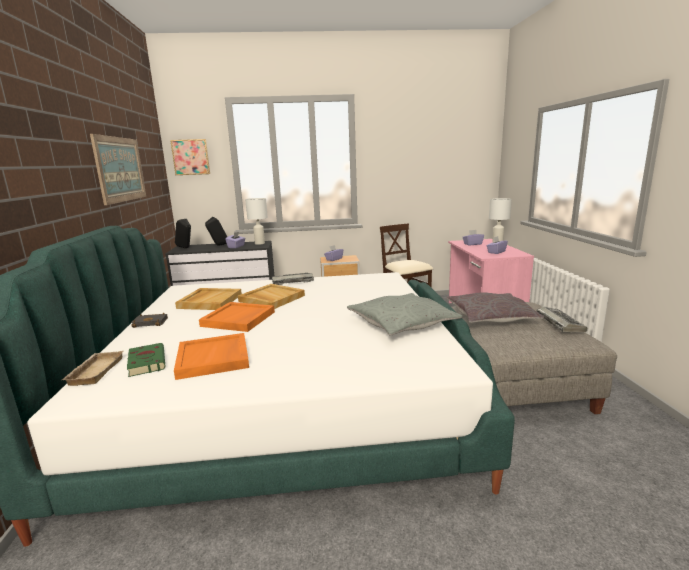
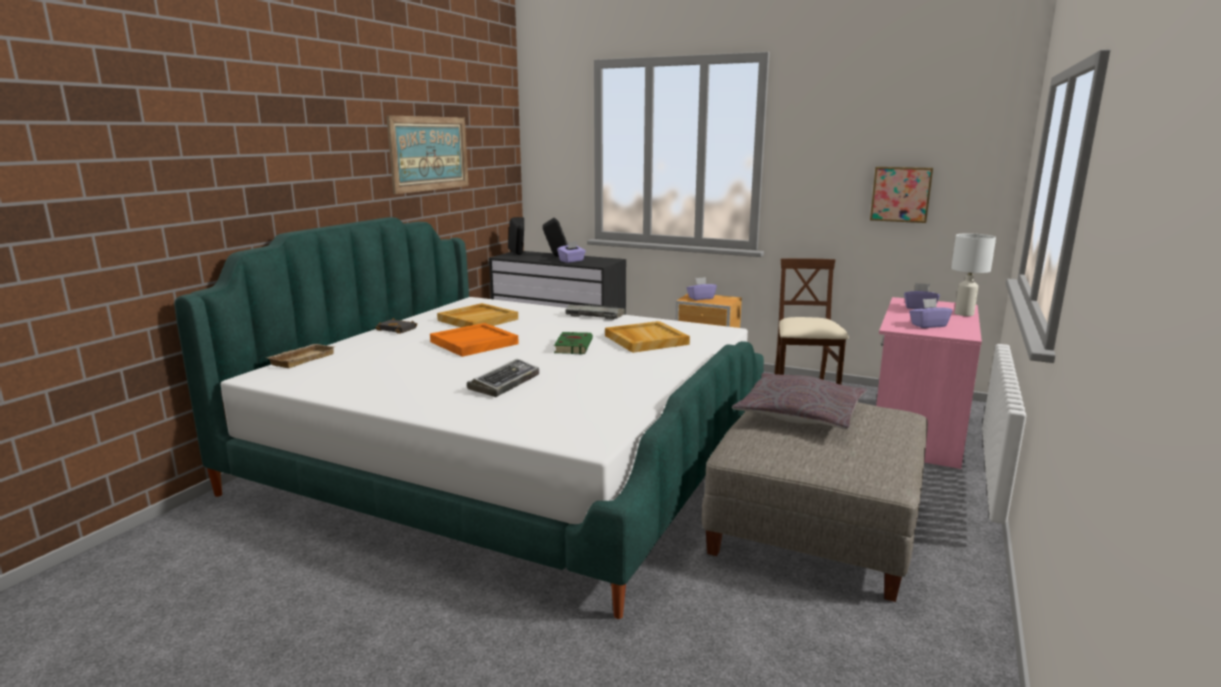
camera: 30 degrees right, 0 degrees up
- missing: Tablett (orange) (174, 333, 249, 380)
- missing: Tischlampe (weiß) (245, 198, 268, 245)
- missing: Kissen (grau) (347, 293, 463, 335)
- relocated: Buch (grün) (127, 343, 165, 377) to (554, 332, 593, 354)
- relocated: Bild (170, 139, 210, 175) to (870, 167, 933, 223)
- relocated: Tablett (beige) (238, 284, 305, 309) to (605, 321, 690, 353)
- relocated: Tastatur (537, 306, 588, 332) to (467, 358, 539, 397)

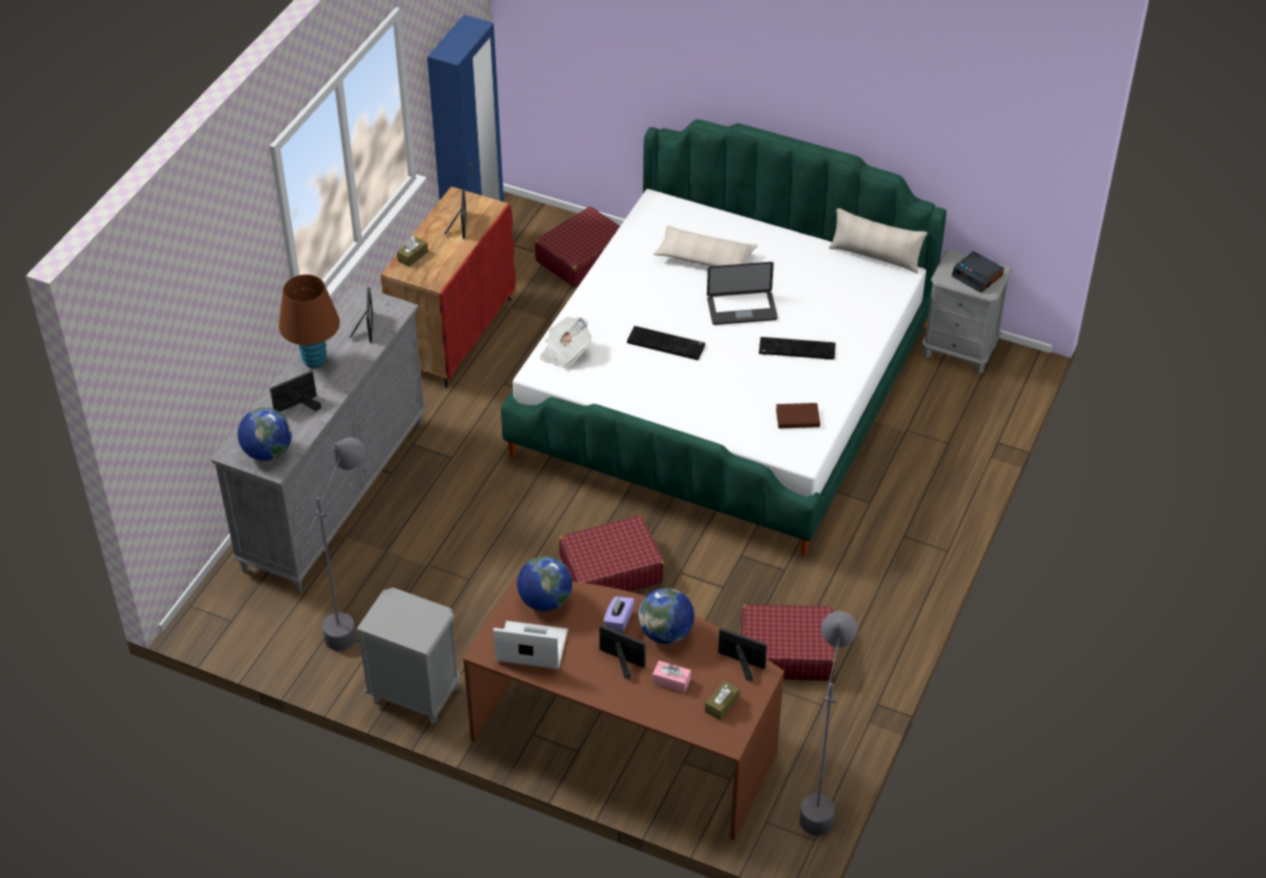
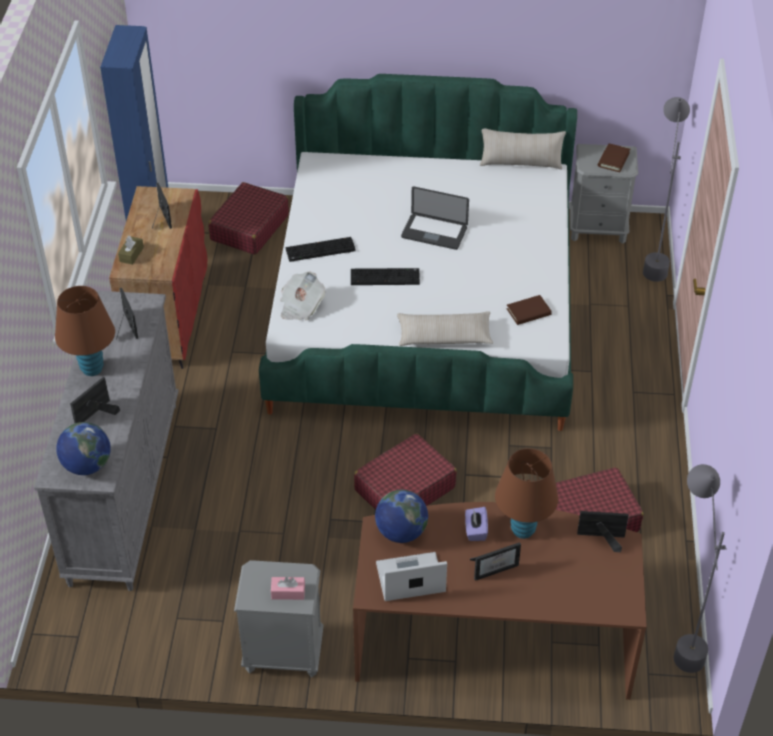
camera: 20 degrees left, 0 degrees up
- missing: Taschentuchbox (braun) (705, 680, 740, 720)
- relocated: Stehlampe (grau) (309, 437, 365, 651) to (643, 97, 690, 282)
- relocated: Taschentuchbox (rosa) (652, 661, 691, 693) to (271, 577, 305, 600)
- relocated: Kissen (beige) (654, 226, 757, 266) to (397, 311, 493, 346)
- relocated: Tastatur (759, 337, 836, 360) to (286, 237, 356, 262)
- exchanged: Globus (638, 588, 694, 644) to Tischlampe (braun) (495, 448, 558, 539)
- exchanged: Wecker (952, 251, 1004, 293) to Buch (braun) (598, 143, 630, 172)
- spun: Bilderrahmen (599, 625, 646, 680) = (470, 542, 521, 581) 150 degrees clockwise
- spun: Laptop (707, 262, 778, 325) = (401, 186, 469, 250) 45 degrees clockwise

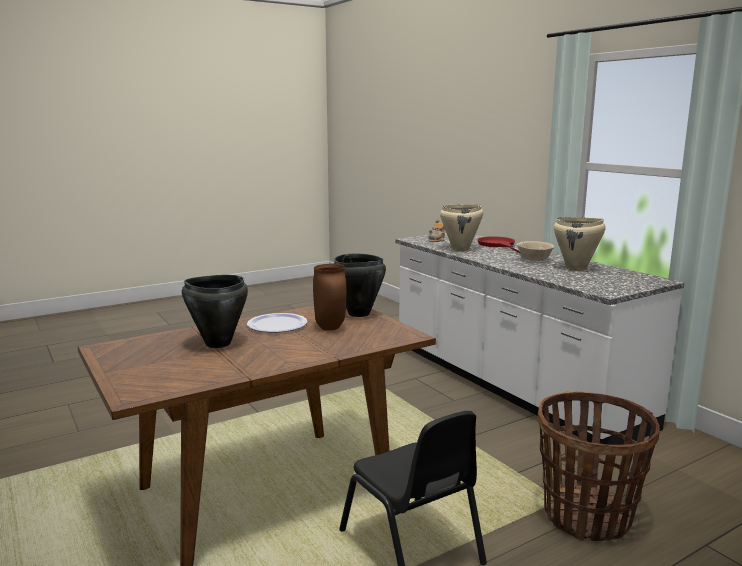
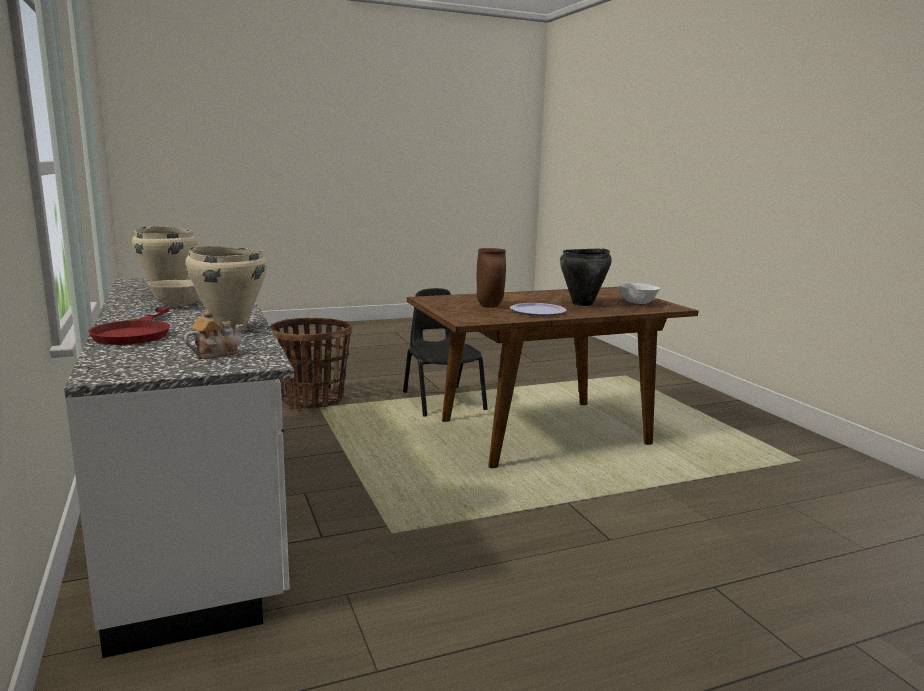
camera: 170 degrees left, 0 degrees up
- missing: Kochtopf (schwarz) (334, 254, 386, 317)
- appeared: Schüssel (weiß) (619, 283, 660, 304)

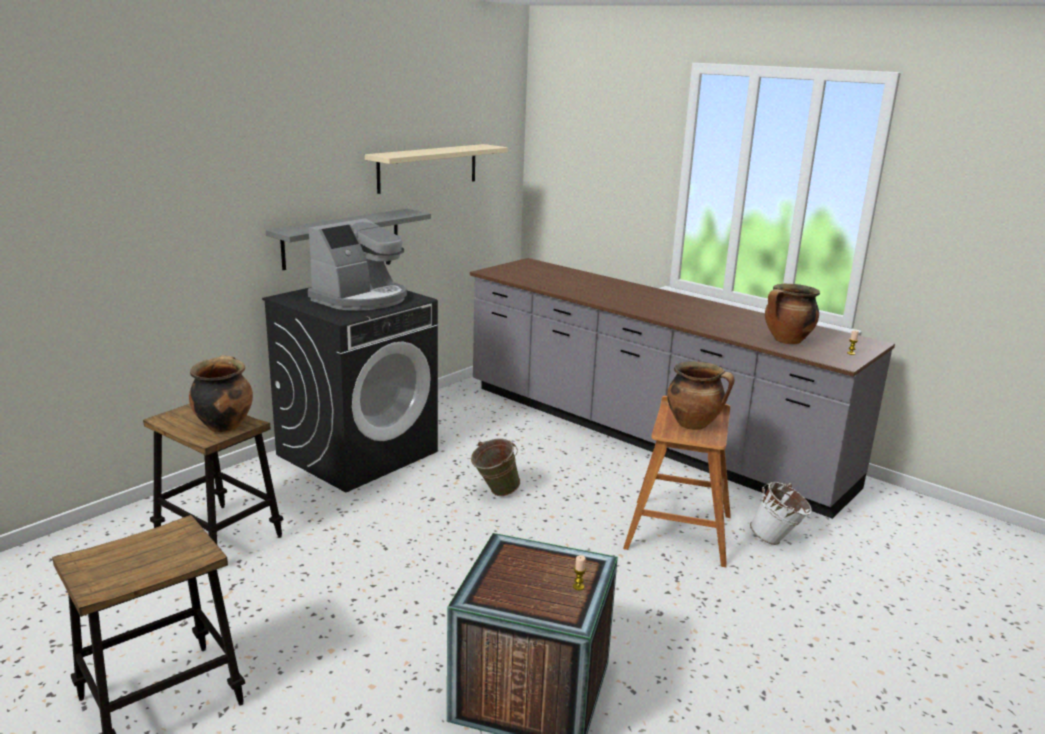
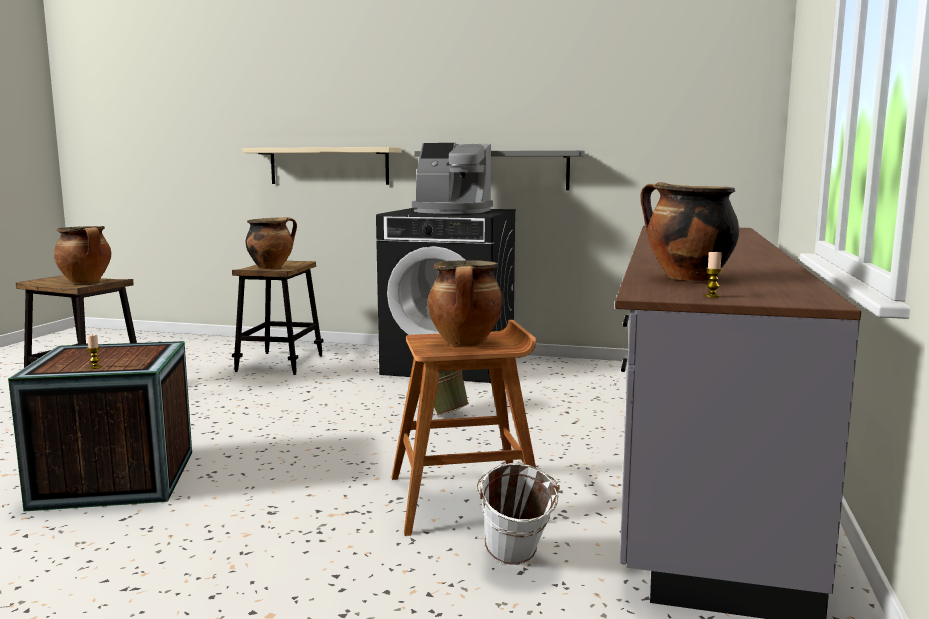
camera: 65 degrees right, 10 degrees down
- appeared: Kochtopf (54, 226, 111, 284)
- relocated: Wandregal (beige) (365, 144, 508, 194) to (243, 147, 401, 185)

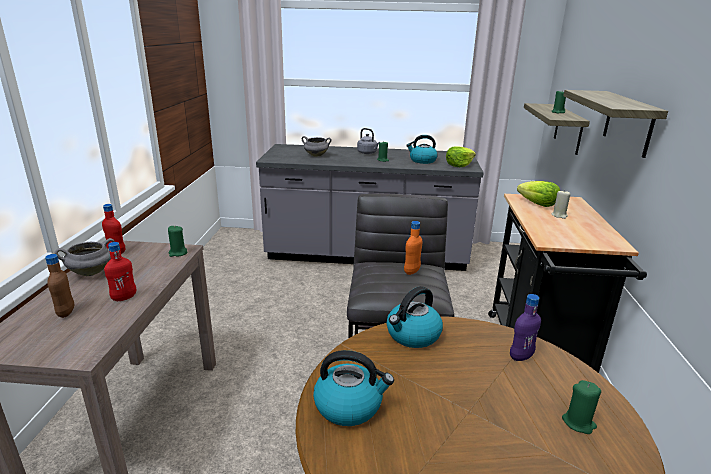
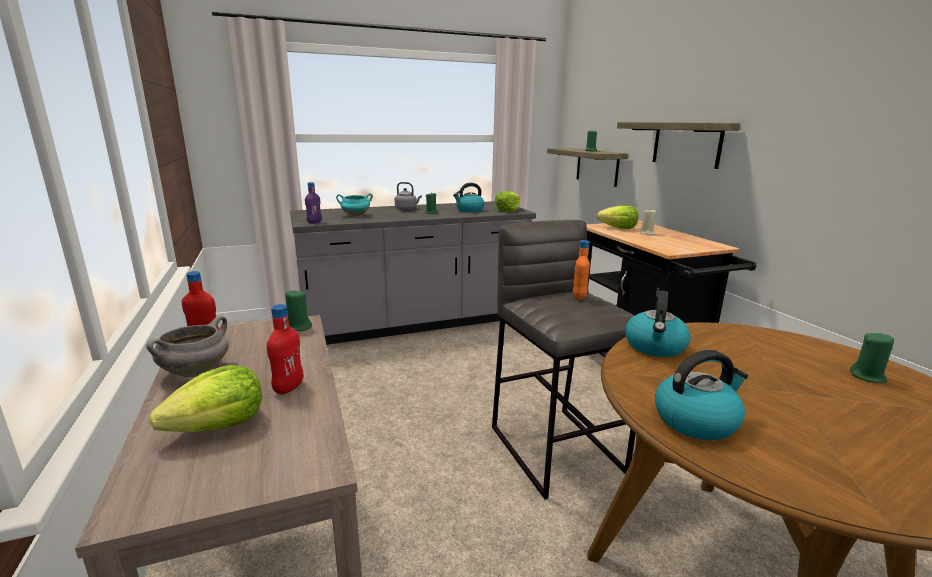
camera: 25 degrees left, 5 degrees down
- relocated: Flasche (lila) (510, 294, 541, 361) to (305, 182, 322, 224)
- exchanged: Flasche (braun) (45, 254, 74, 318) to Salatkopf (149, 365, 262, 432)
- colour: Kochtopf (grau) (302, 136, 331, 157) to Kochtopf (türkis) (336, 193, 373, 216)

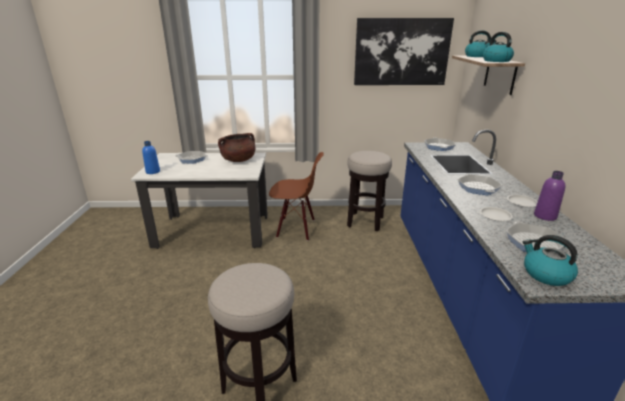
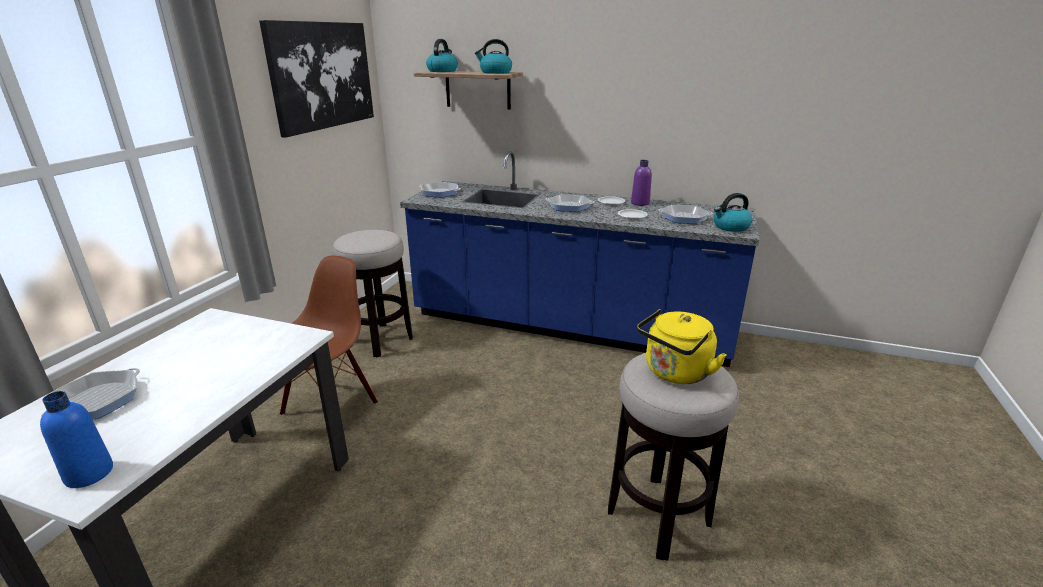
camera: 70 degrees left, 0 degrees up
- missing: Kochtopf (braun) (218, 133, 255, 162)
- appeared: Wasserkessel (gelb) (637, 309, 727, 384)

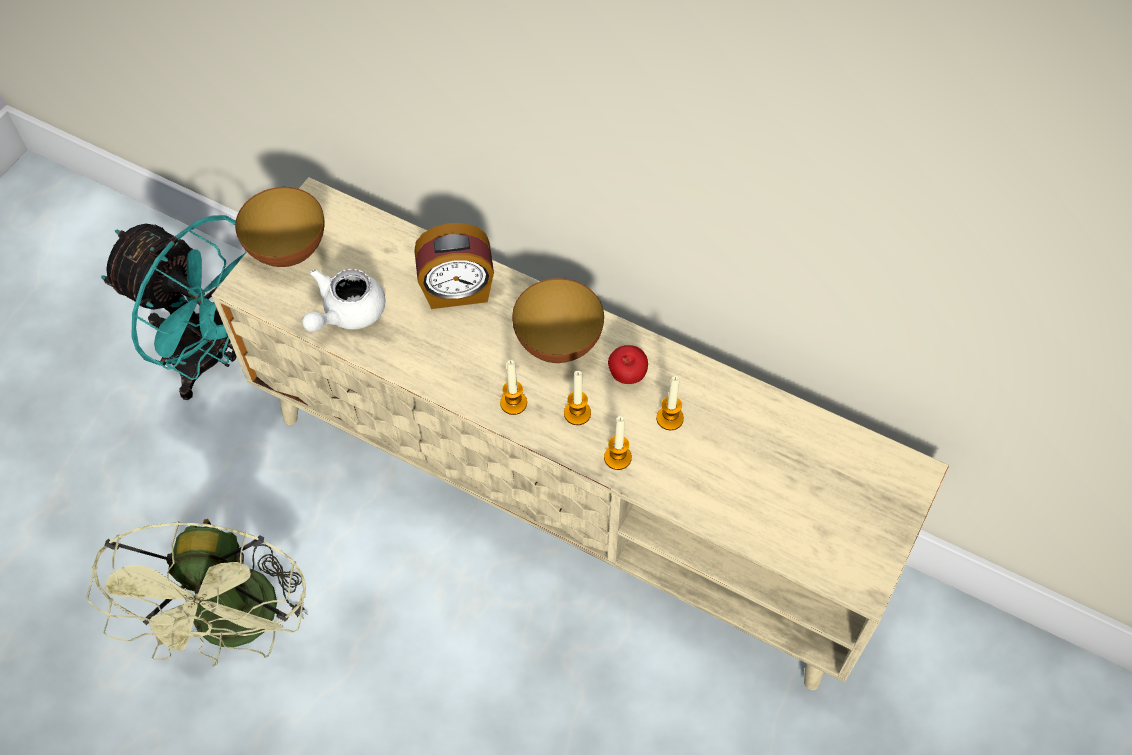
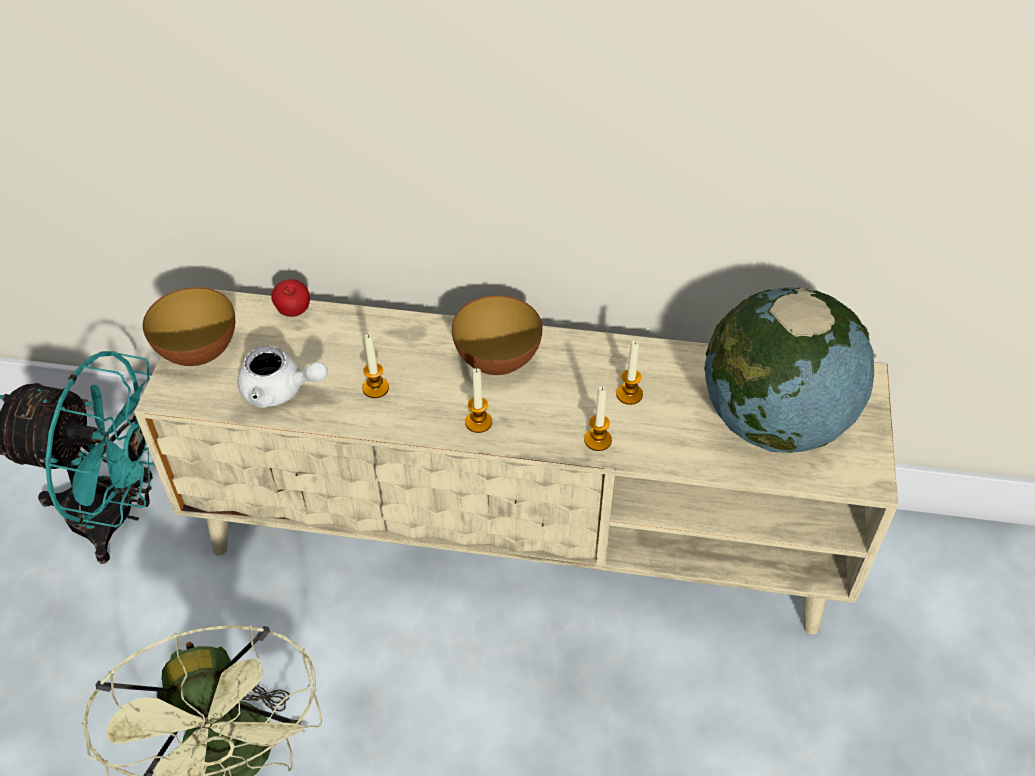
camera: 20 degrees left, 10 degrees down
- missing: Wecker (414, 223, 494, 309)
- appeared: Globus (704, 287, 874, 453)
- relocated: Kerze (564, 371, 591, 425) to (362, 334, 389, 398)
- relocated: Apfel (608, 345, 648, 384) to (271, 279, 310, 317)
- spun: Teekanne (weiß) (302, 269, 385, 331) = (237, 346, 328, 408) 90 degrees counterclockwise

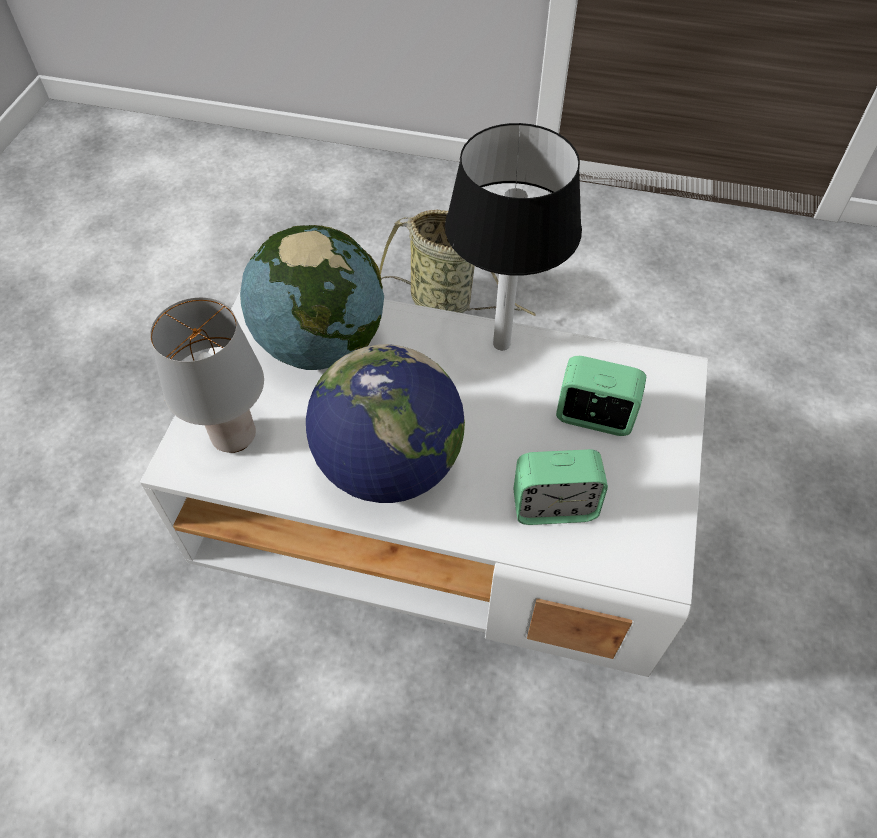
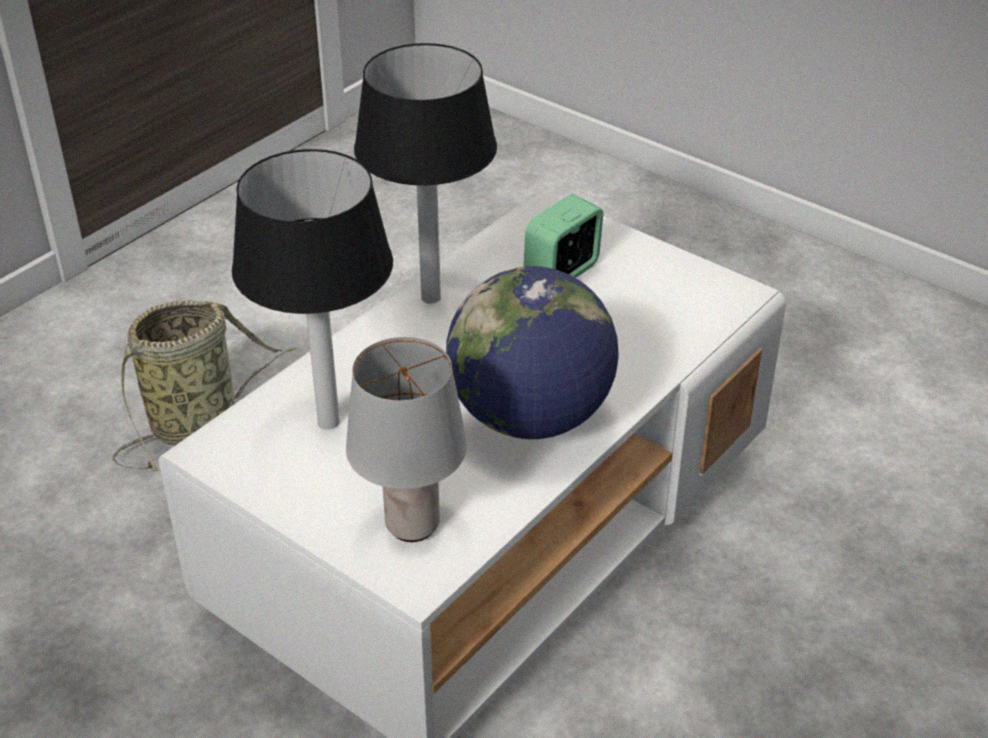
camera: 65 degrees left, 15 degrees down
- missing: Wecker (513, 449, 608, 525)
- exchanged: Globus (240, 225, 384, 370) to Tischlampe (232, 149, 393, 429)

